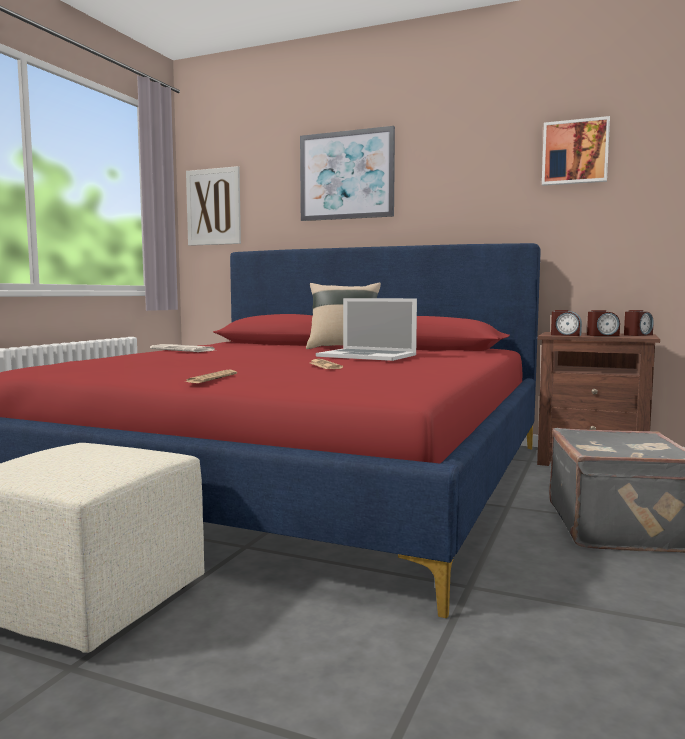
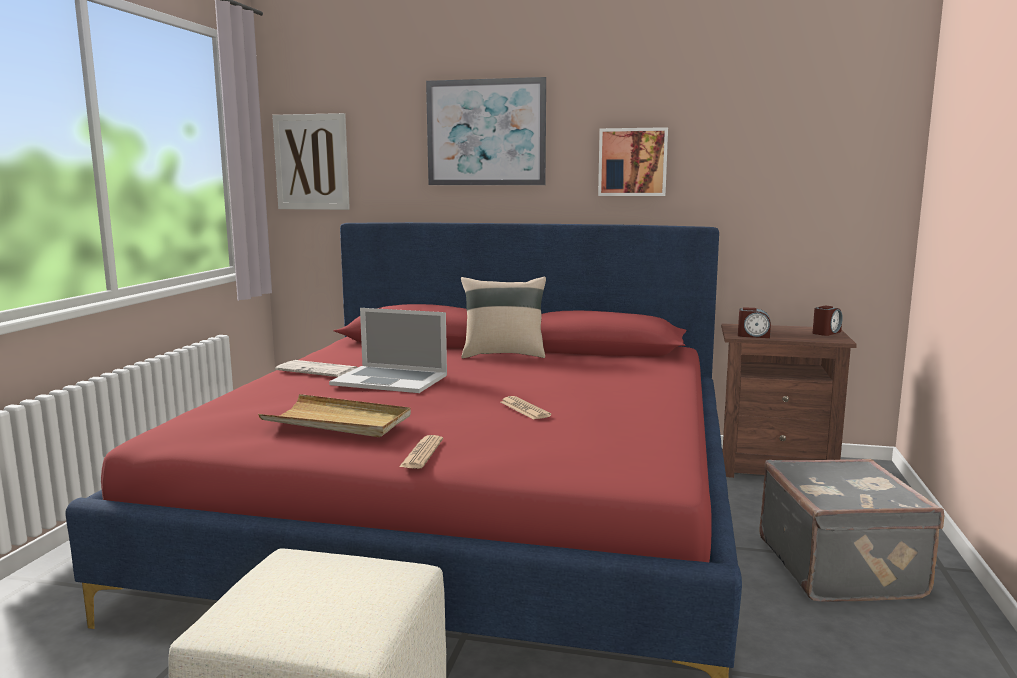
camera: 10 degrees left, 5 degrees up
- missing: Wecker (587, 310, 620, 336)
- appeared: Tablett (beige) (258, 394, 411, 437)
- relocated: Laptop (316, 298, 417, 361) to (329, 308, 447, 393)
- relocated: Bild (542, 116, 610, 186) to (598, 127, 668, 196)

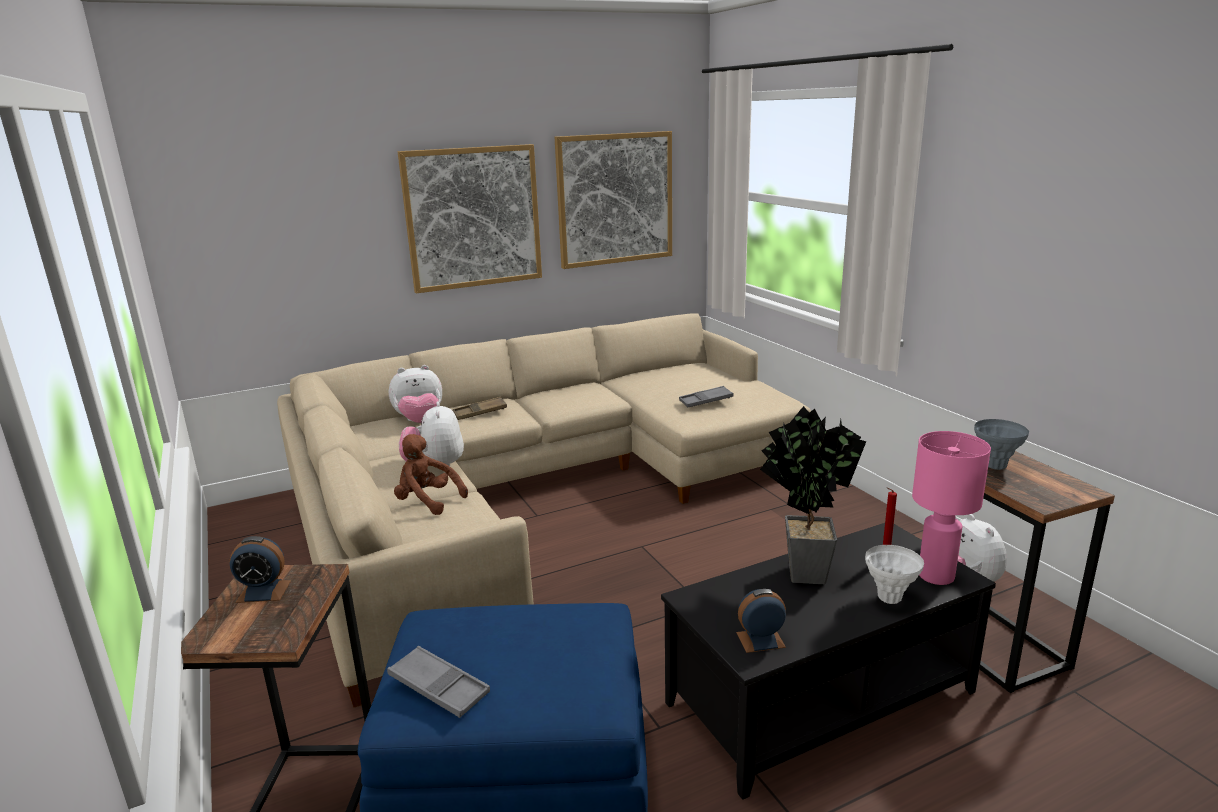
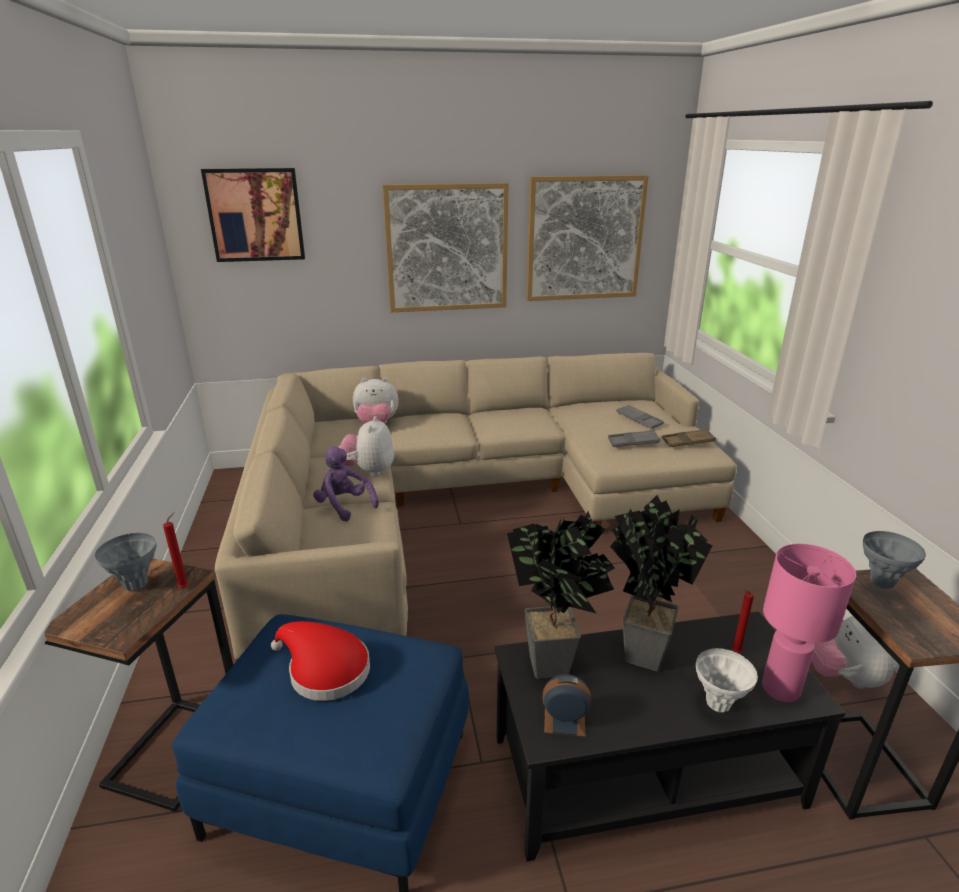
camera: 15 degrees right, 5 degrees up
- appeared: Kerze (rot) (163, 512, 189, 588)
- appeared: Bild (201, 168, 305, 262)
- appeared: Hut (rot) (271, 621, 370, 701)
- appeared: Topfpflanze (507, 511, 615, 679)
- relocated: Tablett (grau) (387, 646, 490, 718) to (616, 405, 664, 429)
- relocated: Tablett (braun) (453, 397, 507, 420) to (662, 429, 716, 447)
- exchanged: Wecker (230, 536, 291, 603) to Vase (grau) (95, 533, 156, 591)
- colour: Plüschtier (braun) (394, 434, 468, 515) to Plüschtier (lila) (313, 447, 379, 522)

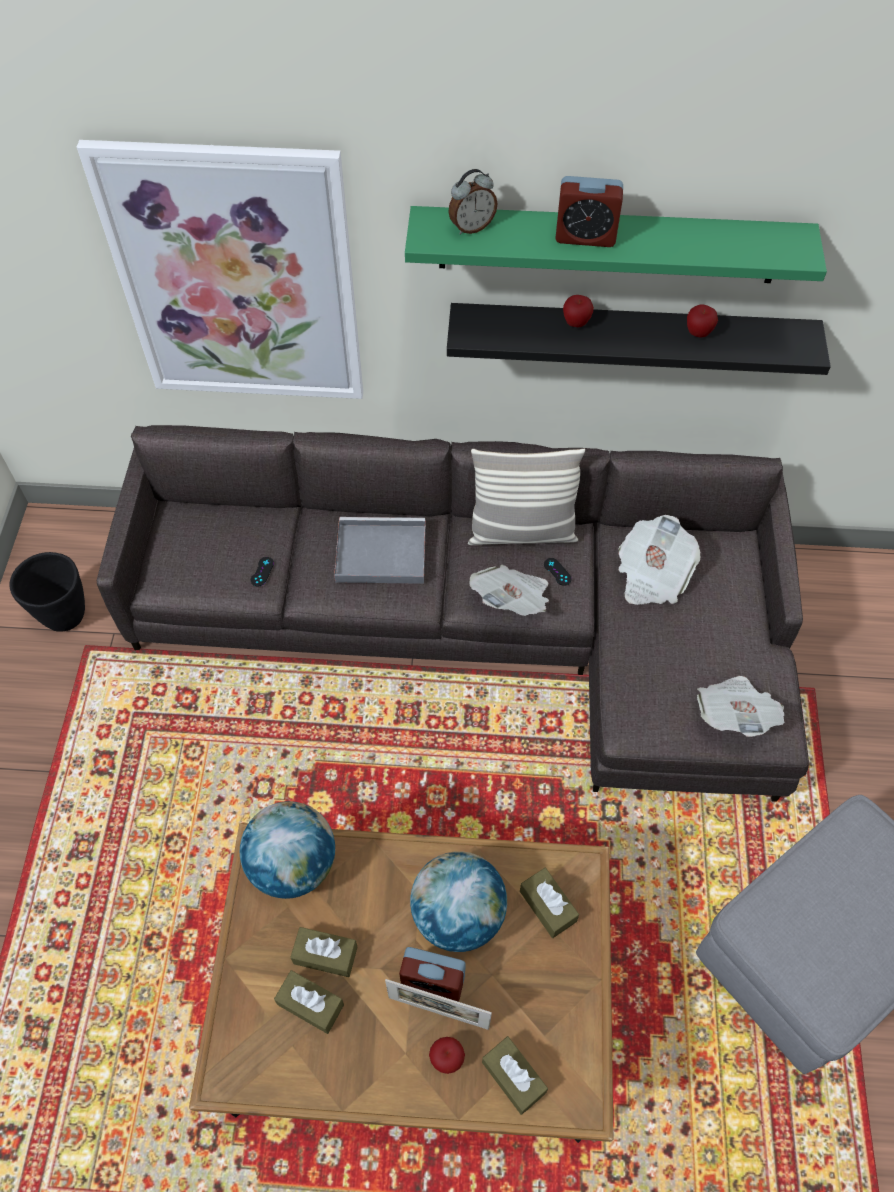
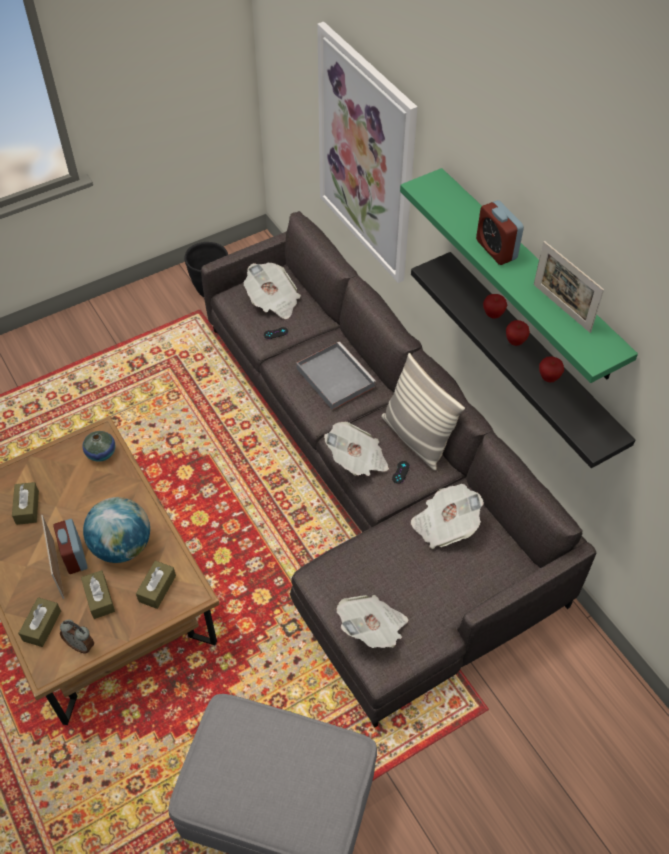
camera: 55 degrees right, 5 degrees down
- appeared: Zeitung (243, 263, 301, 319)
- appeared: Bilderrahmen (534, 241, 604, 333)
- relocated: Taschentuchbox (braun) (290, 927, 357, 977) to (81, 570, 115, 619)
- relocated: Apfel (429, 1037, 465, 1074) to (506, 320, 530, 346)
- relocated: Wecker (448, 169, 498, 235) to (60, 620, 94, 654)
- exchanged: Globus (240, 801, 335, 899) to Vase (82, 431, 115, 462)

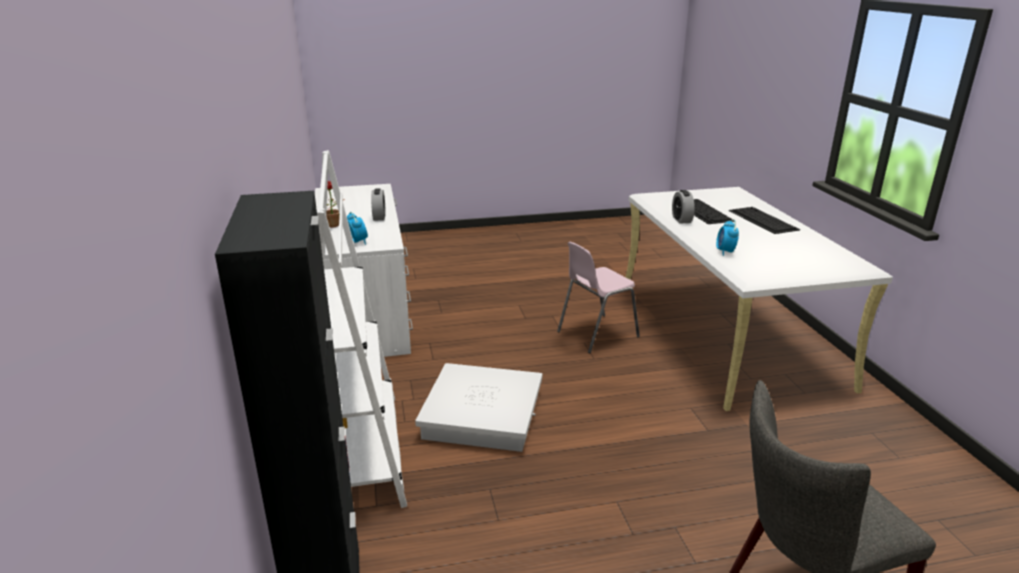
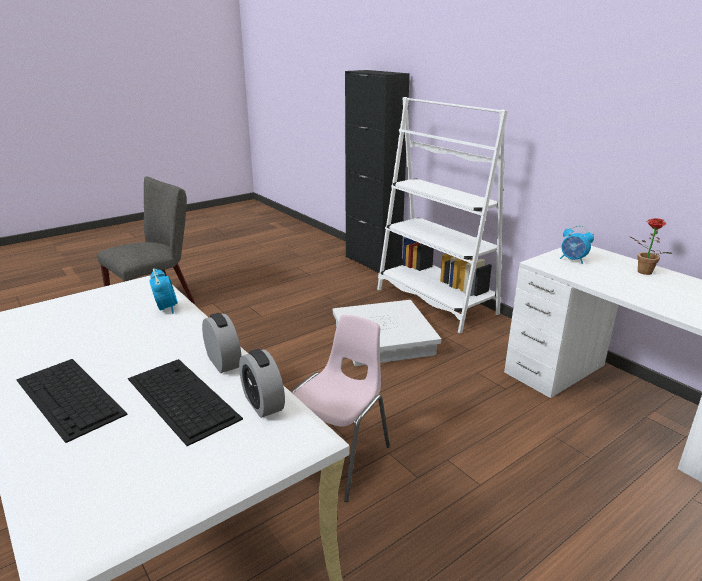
camera: 155 degrees right, 0 degrees up
- relocated: Wecker (371, 188, 386, 221) to (239, 349, 285, 418)

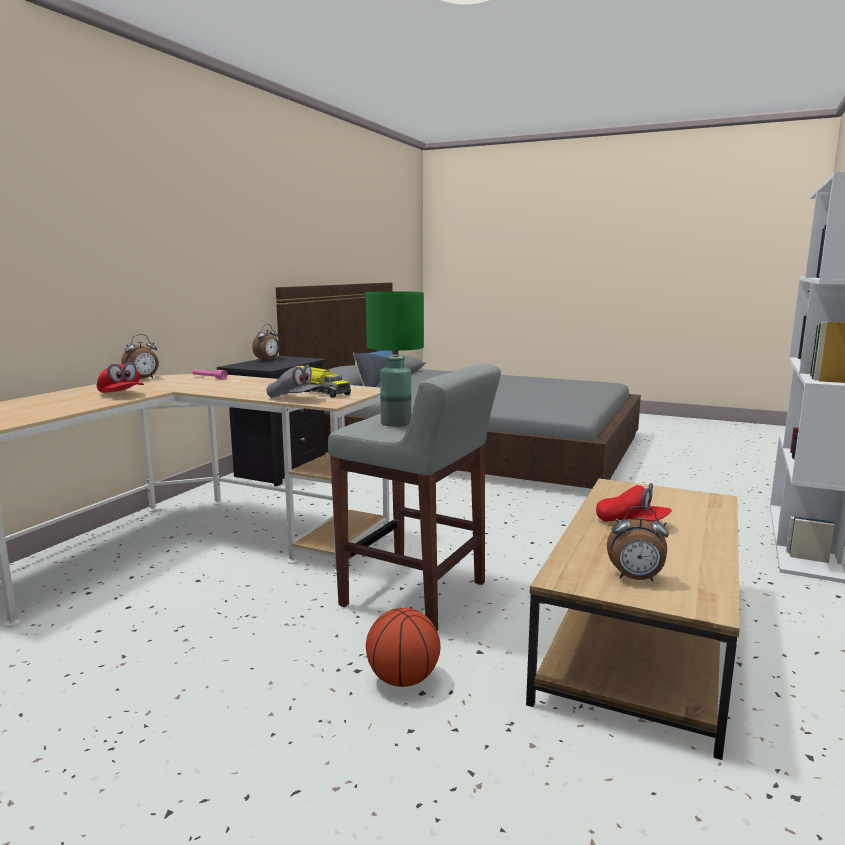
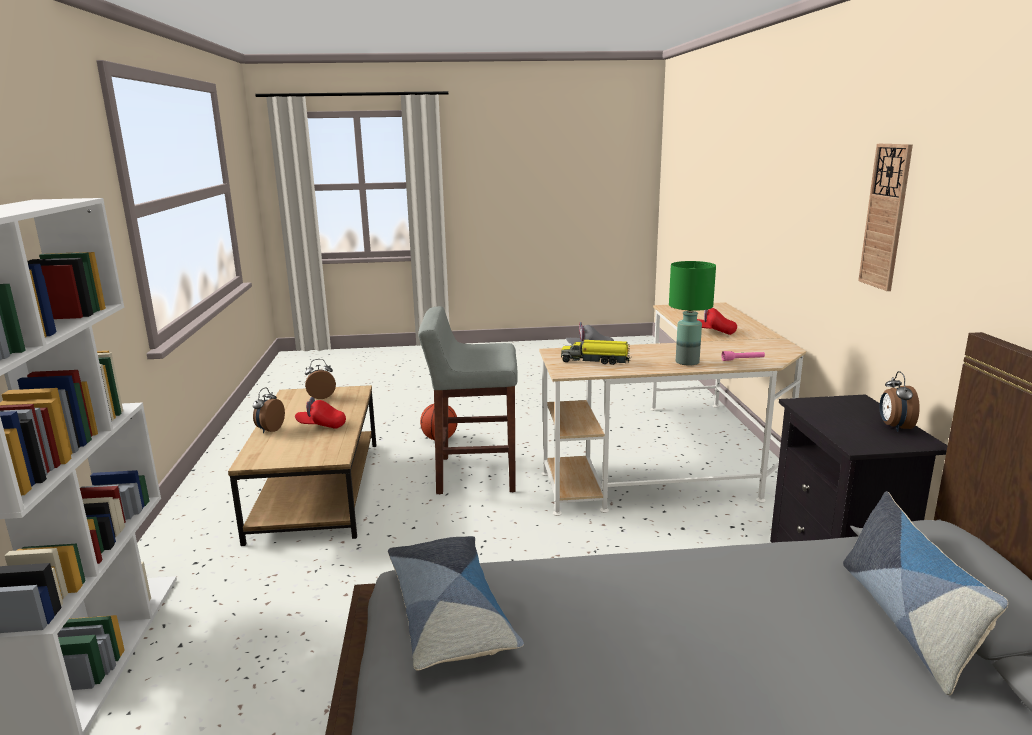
camera: 150 degrees right, 5 degrees up
- appeared: Kissen (388, 536, 524, 671)
- appeared: Wanduhr (858, 144, 913, 291)
- relocated: Wecker (121, 334, 159, 379) to (253, 387, 285, 433)
- relocated: Tischlampe (grün) (366, 291, 424, 427) to (669, 261, 716, 366)

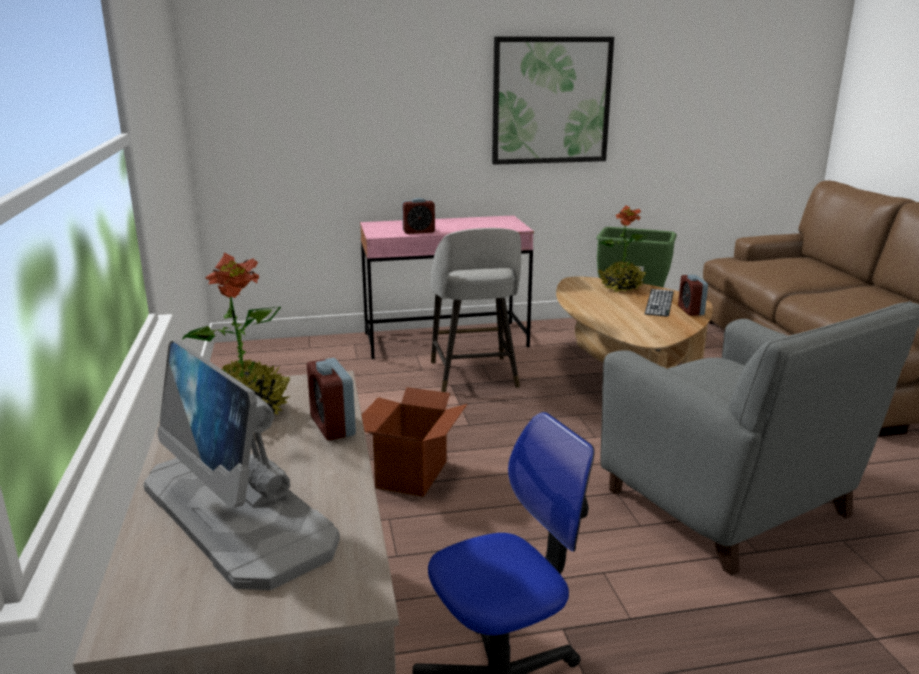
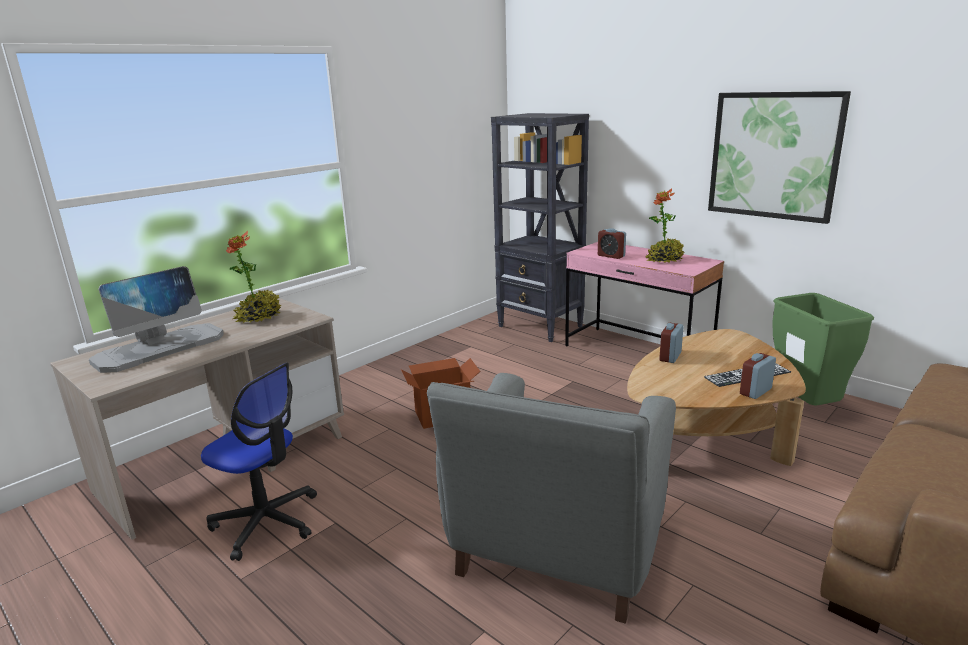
camera: 55 degrees right, 0 degrees up
- missing: Hocker (grau) (431, 228, 521, 392)
- appeared: Bücherregal (schwarz) (491, 113, 589, 342)
- relocated: Wecker (307, 358, 356, 441) to (659, 323, 684, 363)
- relocated: Topfpflanze (598, 205, 649, 292) to (645, 189, 684, 263)
- spun: Monitor (143, 340, 340, 590) = (89, 266, 224, 373) 150 degrees counterclockwise

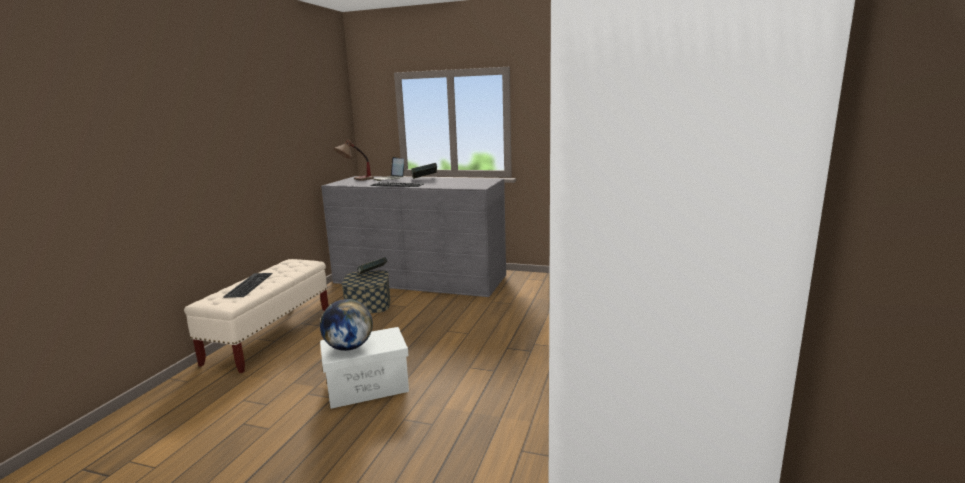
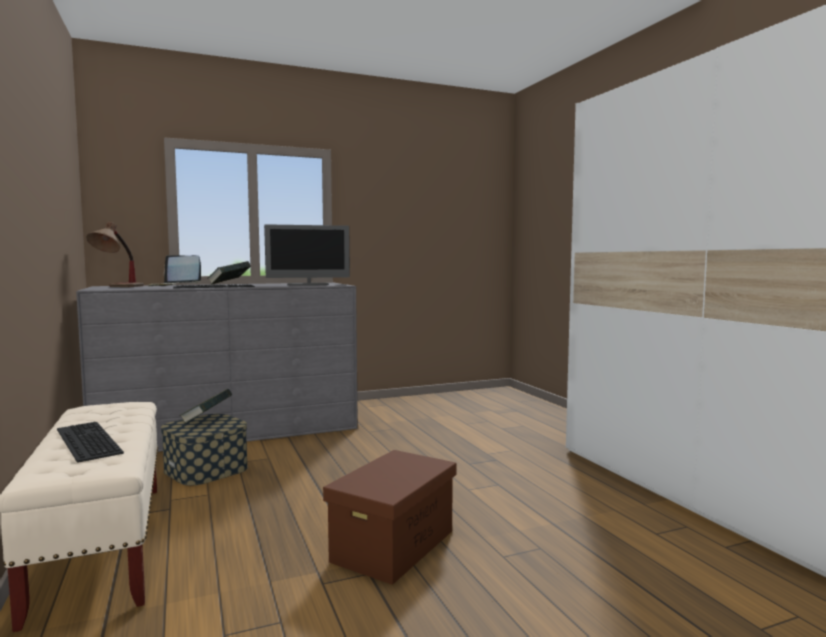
camera: 40 degrees left, 10 degrees down
- missing: Globus (320, 299, 373, 351)
- appeared: Monitor (264, 224, 350, 286)
- colour: Aufbewahrungsbox (weiß) (320, 327, 409, 409) to Aufbewahrungsbox (braun) (323, 450, 456, 585)

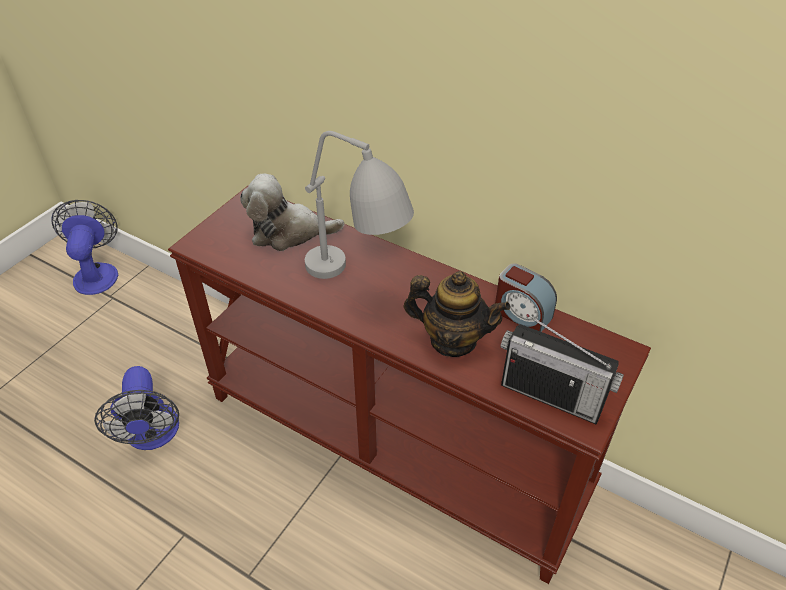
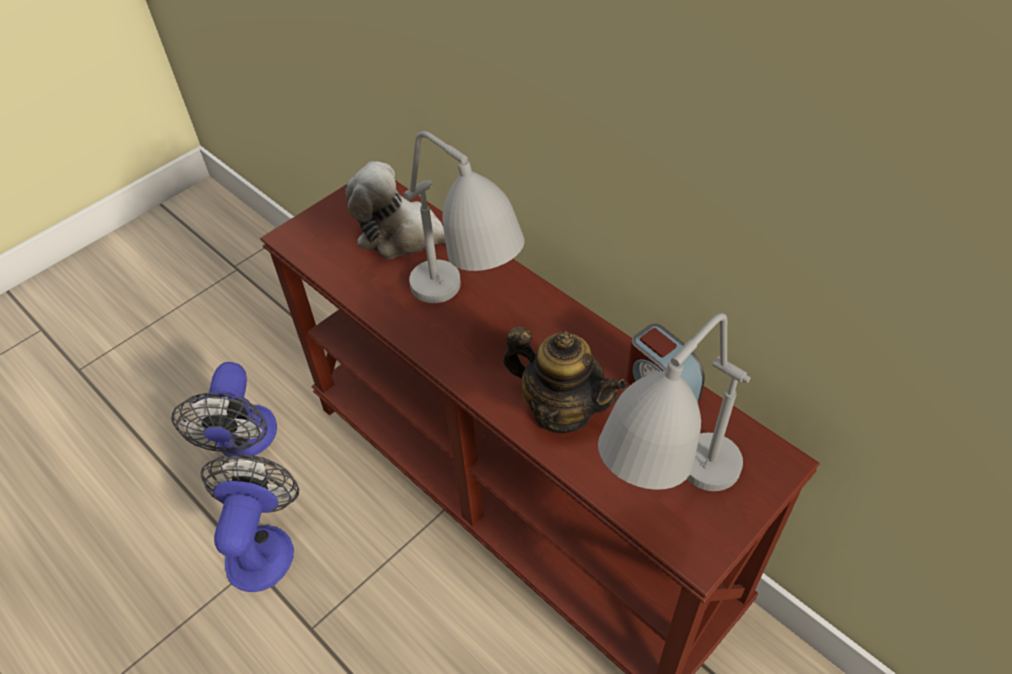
camera: 15 degrees right, 5 degrees up
- relocated: Ventilator (51, 200, 118, 295) to (201, 454, 299, 592)
- exchanged: Radio (501, 314, 624, 425) to Tischlampe (grau) (598, 313, 751, 491)

